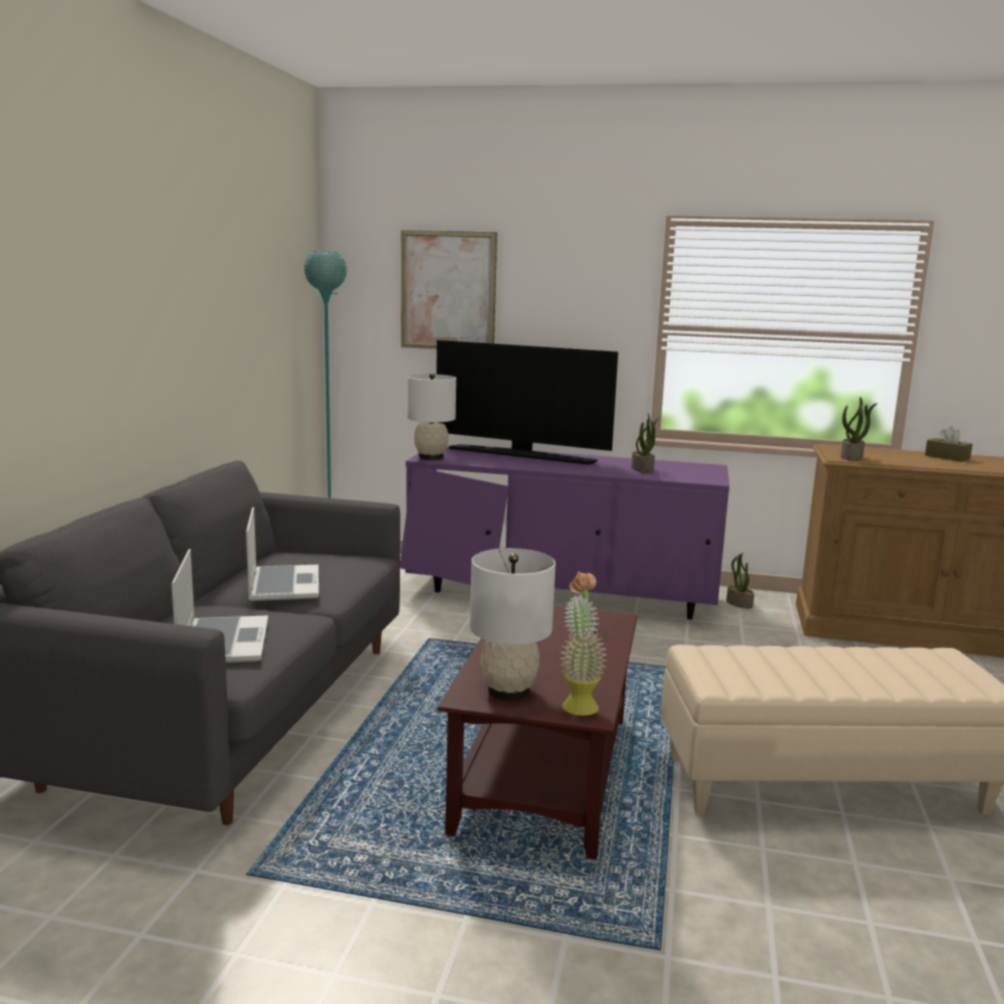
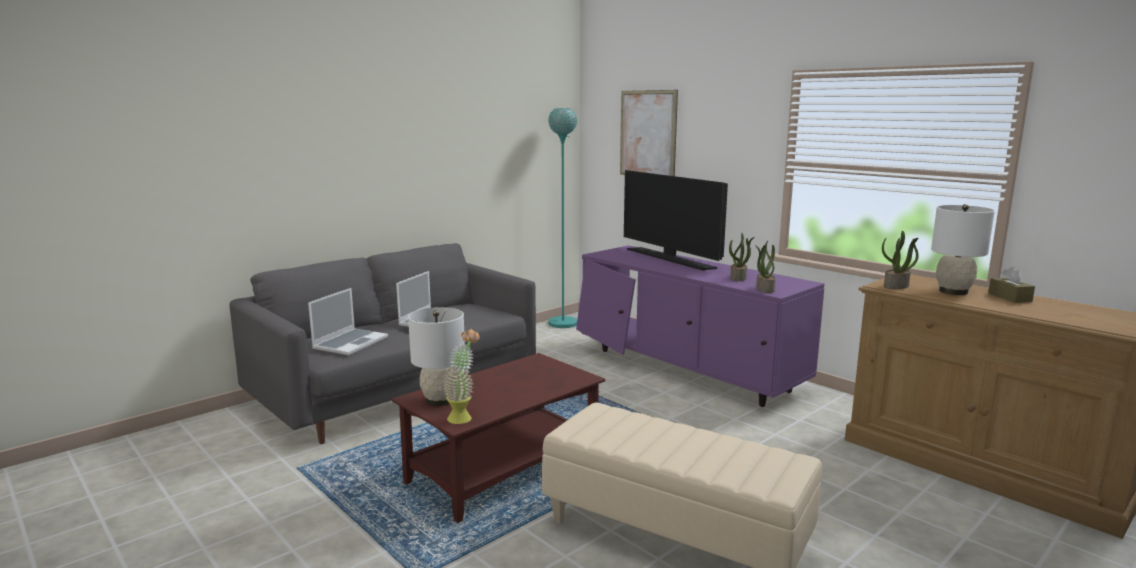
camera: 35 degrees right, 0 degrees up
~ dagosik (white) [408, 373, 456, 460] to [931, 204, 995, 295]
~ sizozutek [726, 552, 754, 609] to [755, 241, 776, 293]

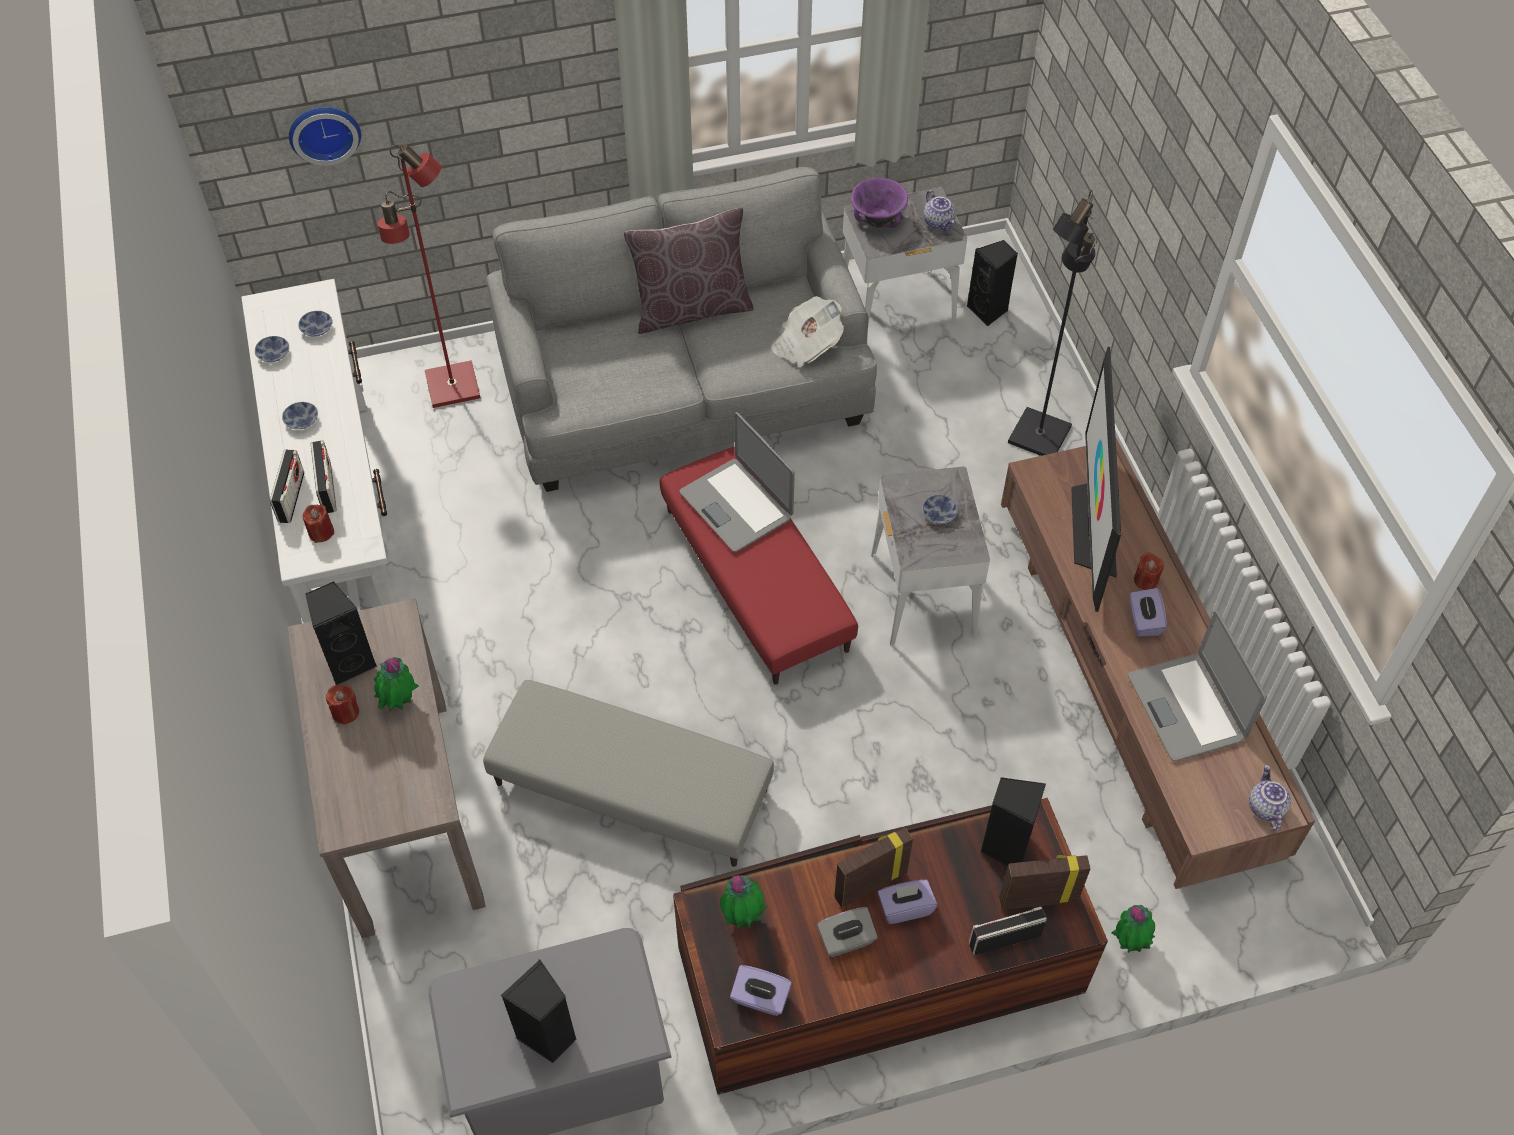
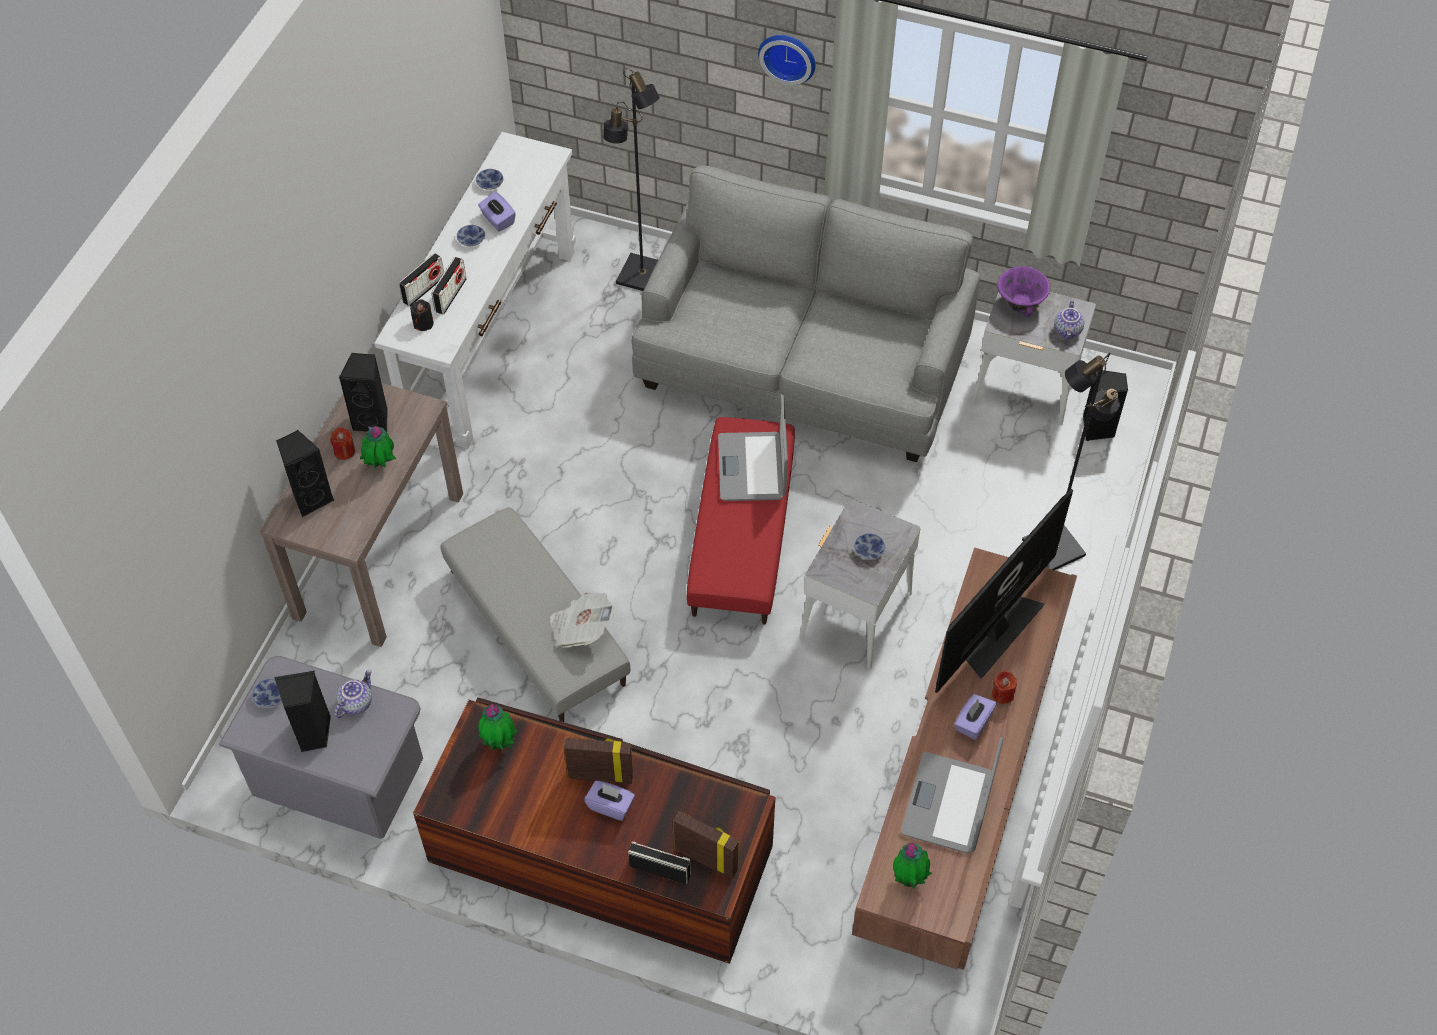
camera: 35 degrees right, 0 degrees up
~ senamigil [289, 107, 361, 166] to [758, 35, 815, 85]
~ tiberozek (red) [377, 144, 480, 408] to tiberozek (black) [603, 68, 660, 291]
- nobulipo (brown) [624, 208, 754, 334]
~ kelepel [771, 296, 844, 367] to [550, 592, 614, 647]
~ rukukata [298, 311, 333, 336] to [252, 678, 282, 708]
~ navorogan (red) [302, 505, 334, 543] to navorogan (black) [410, 299, 434, 331]
~ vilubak [1249, 765, 1291, 830] to [334, 670, 372, 718]
~ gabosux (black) [981, 777, 1046, 867] to [276, 430, 334, 517]
~ sizozutek [1112, 905, 1155, 953] to [893, 843, 932, 889]
- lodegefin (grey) [817, 907, 878, 957]
~ lodegefin (purple) [730, 965, 792, 1016] to [478, 192, 516, 232]

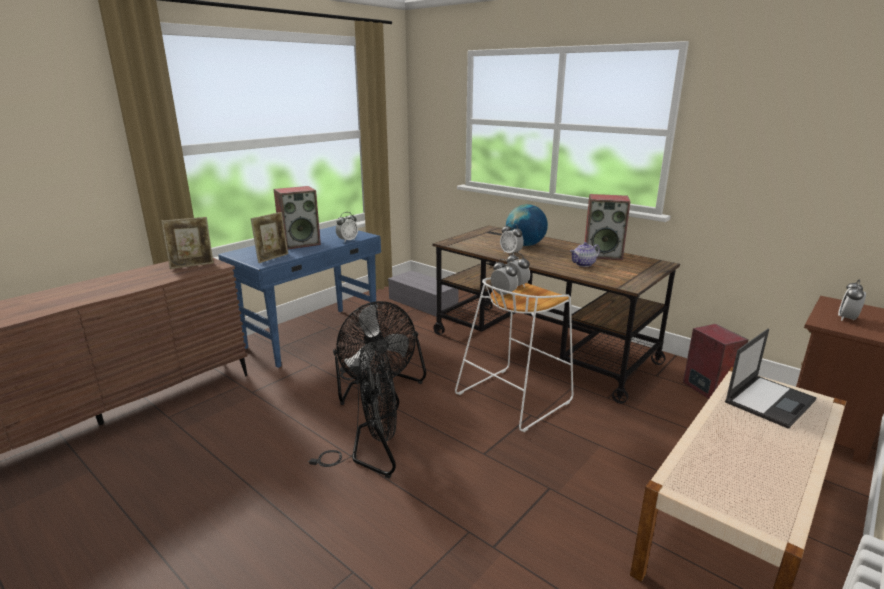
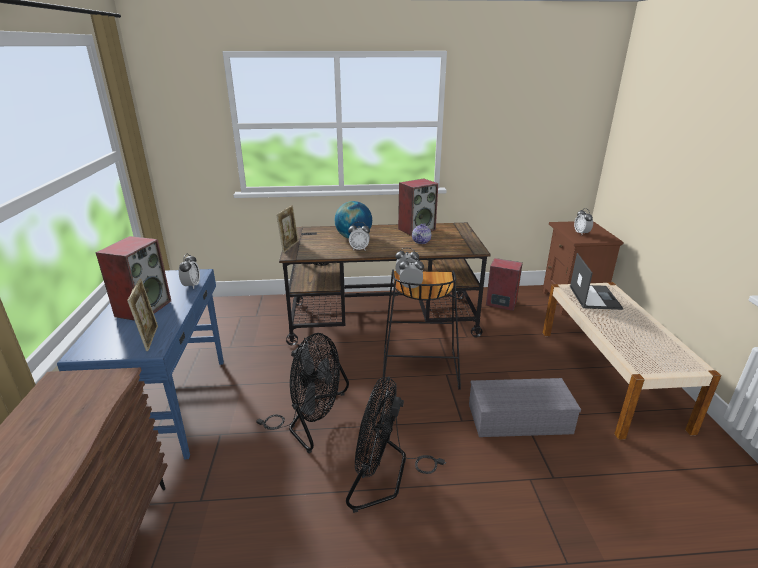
camera: 45 degrees left, 5 degrees up
~ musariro [162, 217, 214, 269] to [276, 205, 298, 253]
~ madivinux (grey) [388, 271, 459, 316] to [469, 378, 581, 437]
~ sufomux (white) [455, 277, 573, 432] to sufomux (black) [382, 269, 461, 390]
~ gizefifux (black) [309, 342, 399, 479] = [346, 376, 446, 513] 120 degrees counterclockwise

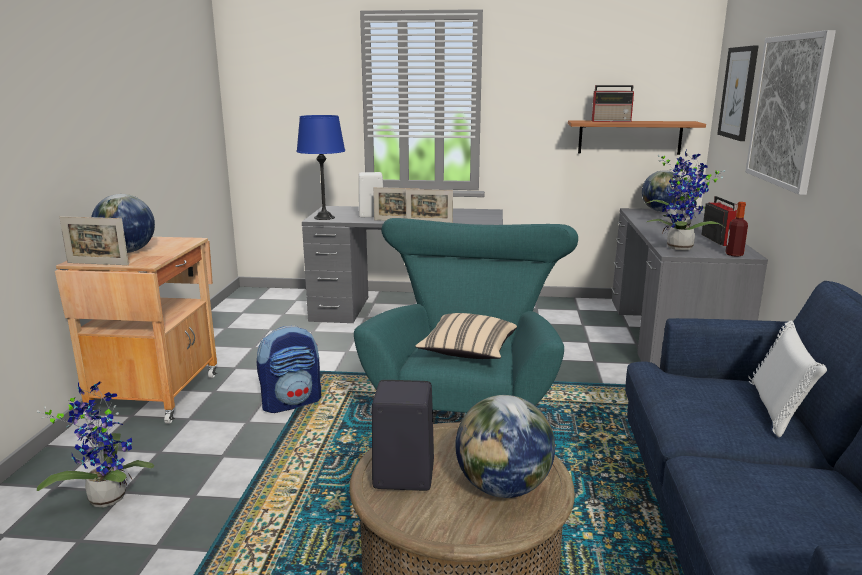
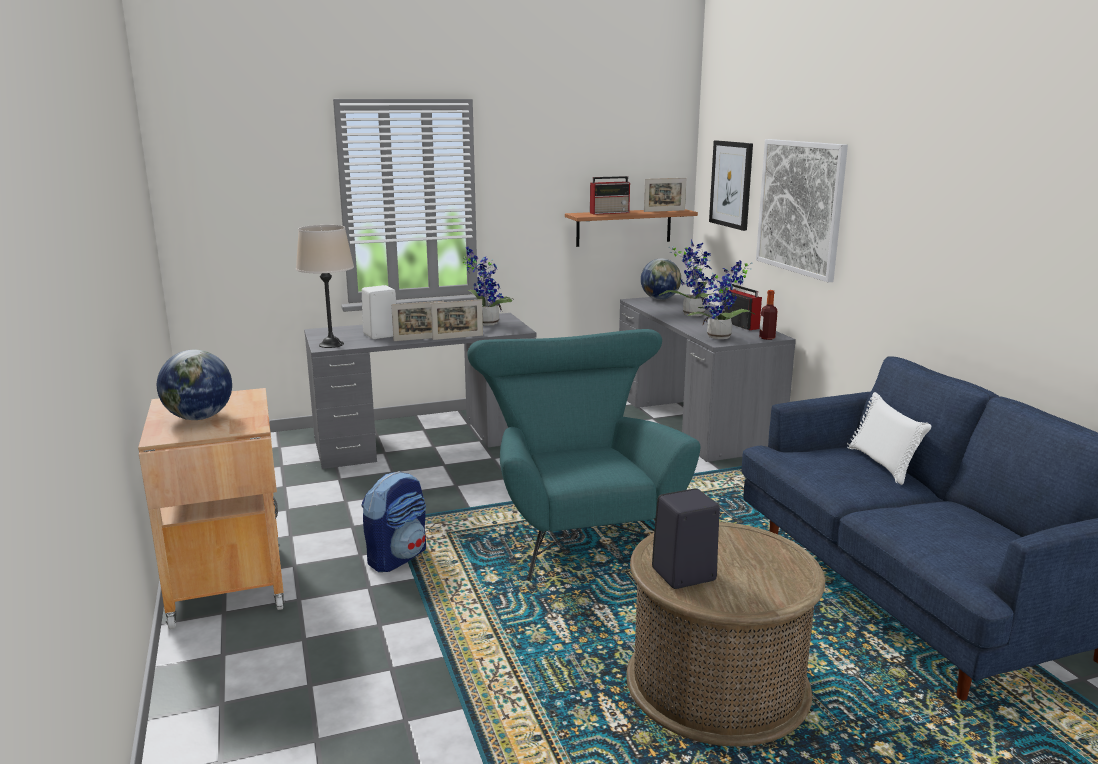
camera: 25 degrees left, 0 degrees up
~ dagosik (blue) [296, 115, 345, 220] to dagosik (beige) [296, 225, 354, 348]
~ musariro [59, 216, 129, 265] to [644, 178, 686, 212]
- nobulipo (beige) [415, 313, 517, 359]
~ sizozutek [37, 381, 154, 507] to [463, 247, 515, 326]
- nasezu [455, 395, 555, 498]

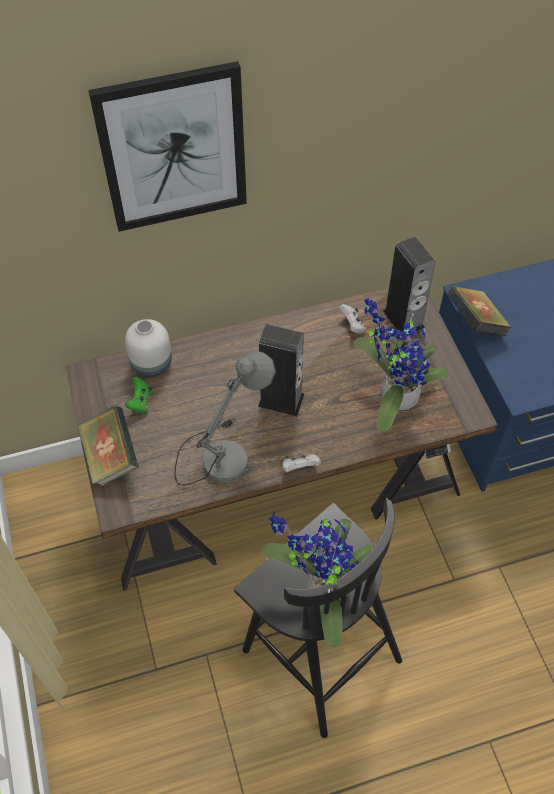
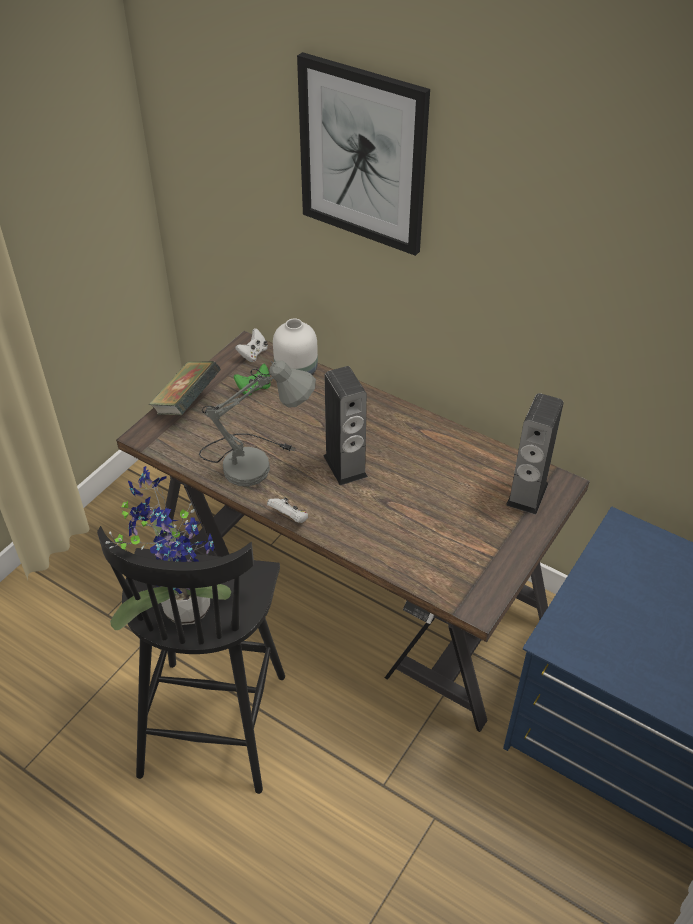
camera: 50 degrees right, 10 degrees down
- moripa [447, 286, 512, 336]
- sizozutek [353, 298, 448, 432]
~ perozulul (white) [339, 304, 366, 333] to [235, 328, 268, 362]

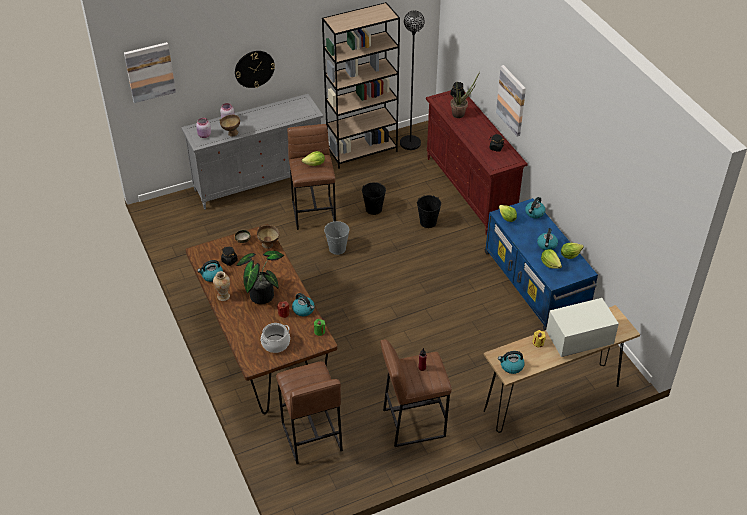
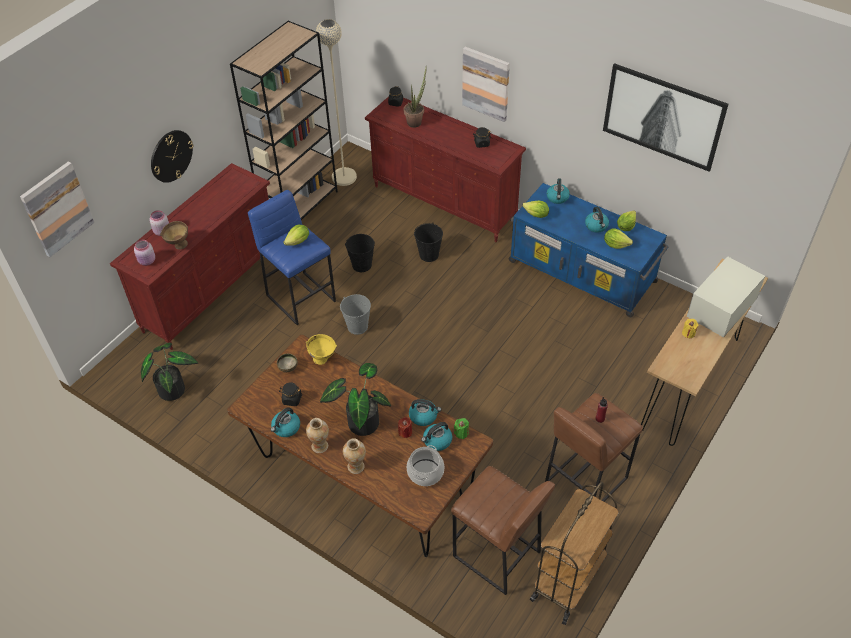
camera: 30 degrees left, 5 degrees up
~ tiberozek (black) [400, 11, 425, 150] to tiberozek (beige) [316, 19, 357, 186]
~ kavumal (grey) [181, 94, 323, 210] to kavumal (red) [110, 163, 270, 350]
~ sufomux (brown) [287, 124, 336, 230] to sufomux (blue) [248, 190, 336, 325]
~ rukukata (brown) [257, 225, 280, 249] to rukukata (yellow) [306, 334, 337, 365]
~ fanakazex [498, 351, 525, 374] to [421, 422, 452, 451]
+ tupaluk [603, 63, 728, 172]
+ sizozutek [141, 343, 198, 401]
+ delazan [343, 438, 366, 474]
+ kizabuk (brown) [530, 482, 619, 625]

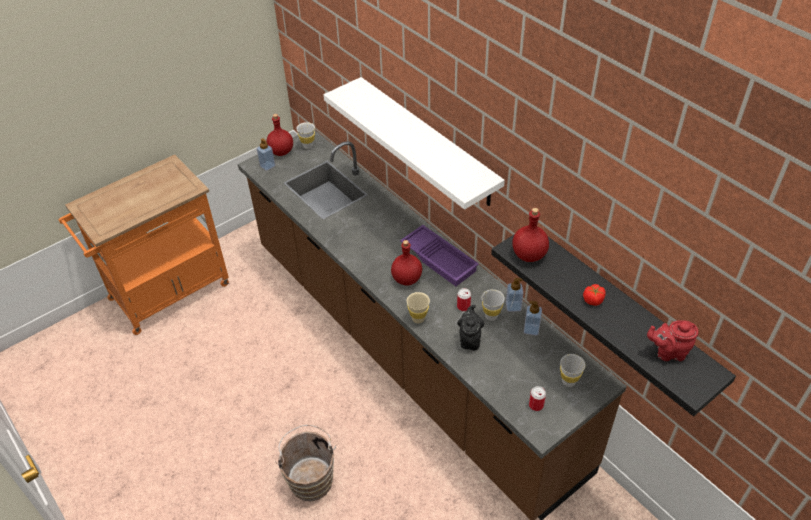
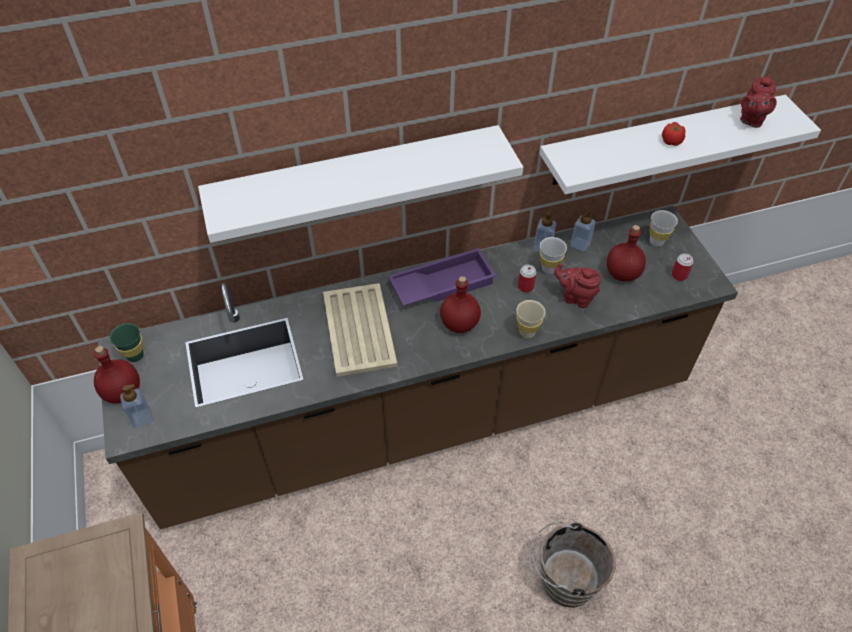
camera: 70 degrees left, 5 degrees up
~ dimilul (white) [296, 122, 315, 149] to dimilul (green) [109, 323, 143, 362]
~ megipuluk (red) [512, 208, 549, 262] to [607, 225, 646, 282]
~ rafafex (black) [491, 234, 736, 416] to rafafex (white) [540, 95, 821, 194]
~ vilubak (black) [457, 304, 484, 350] to vilubak (red) [554, 263, 601, 308]
+ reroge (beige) [323, 283, 397, 377]

